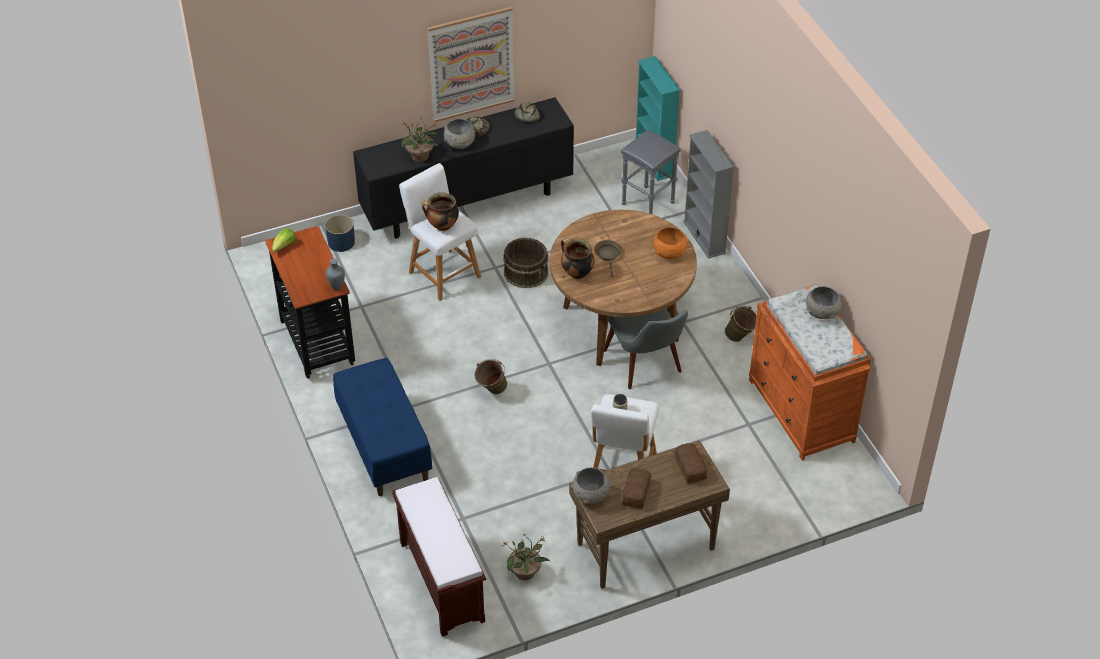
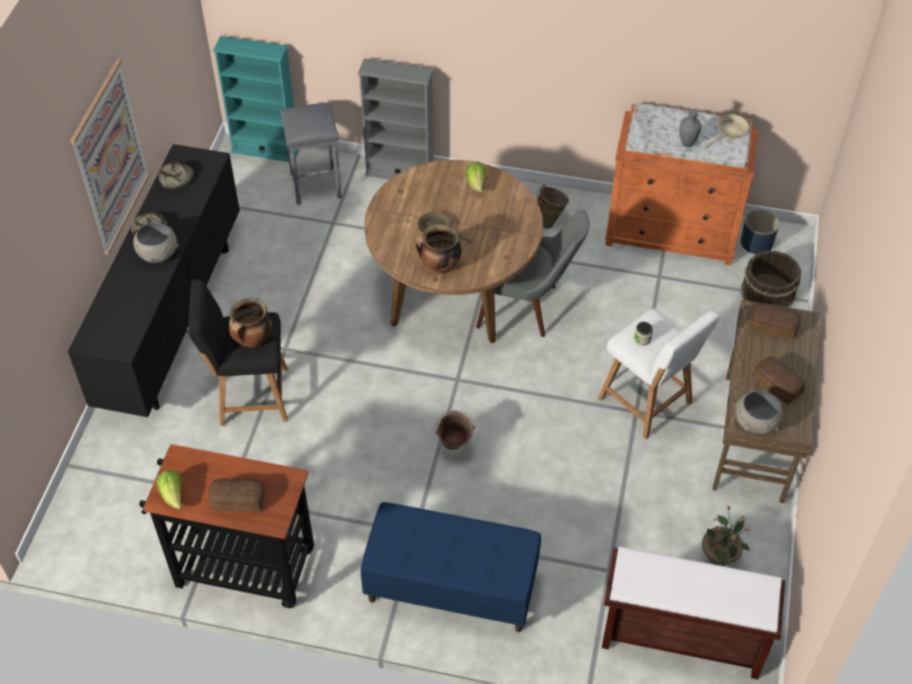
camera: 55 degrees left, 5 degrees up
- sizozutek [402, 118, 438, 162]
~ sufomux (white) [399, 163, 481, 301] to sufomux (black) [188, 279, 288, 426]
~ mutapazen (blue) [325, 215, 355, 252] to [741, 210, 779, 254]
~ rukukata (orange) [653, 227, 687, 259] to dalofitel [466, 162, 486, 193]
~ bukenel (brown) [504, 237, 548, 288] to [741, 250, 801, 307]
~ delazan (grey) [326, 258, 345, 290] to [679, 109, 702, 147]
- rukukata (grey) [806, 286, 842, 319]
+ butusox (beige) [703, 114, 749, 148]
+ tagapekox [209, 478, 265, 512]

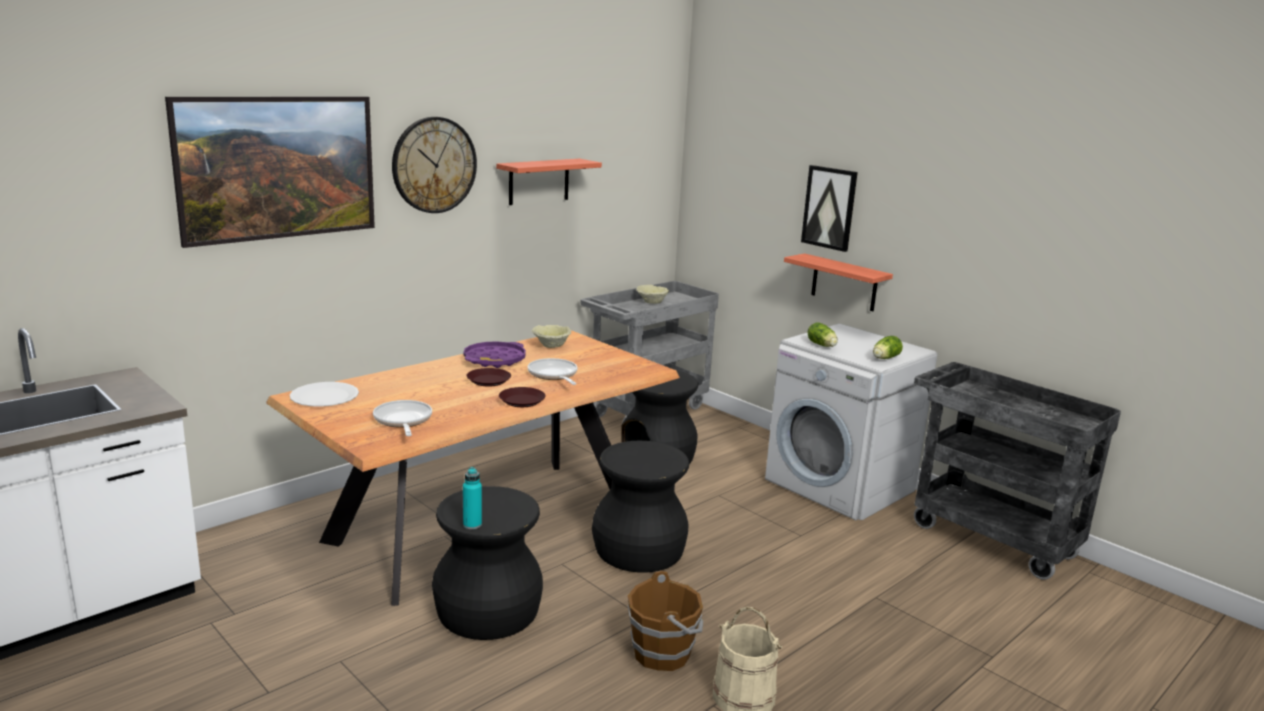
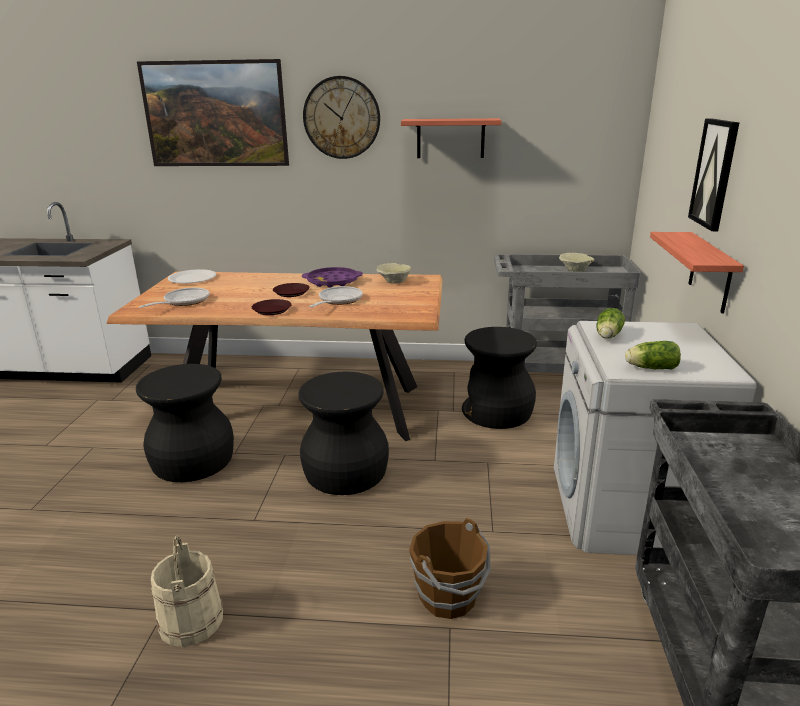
camera: 50 degrees right, 5 degrees up
- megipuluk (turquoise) [463, 467, 482, 529]
~ bukenel (brown) [628, 571, 703, 671] to [409, 518, 491, 619]

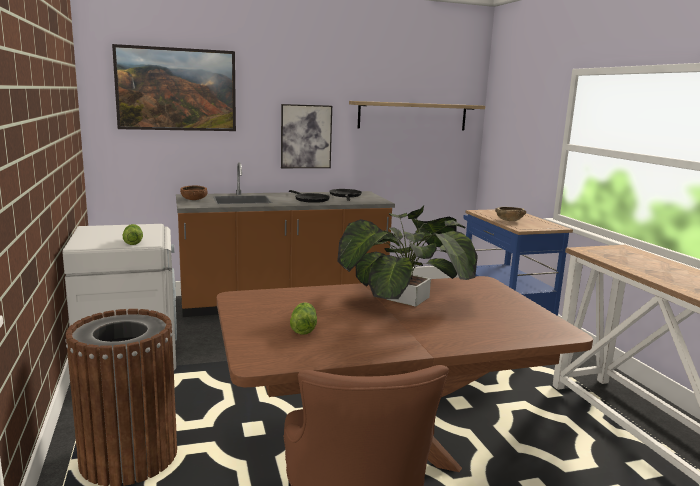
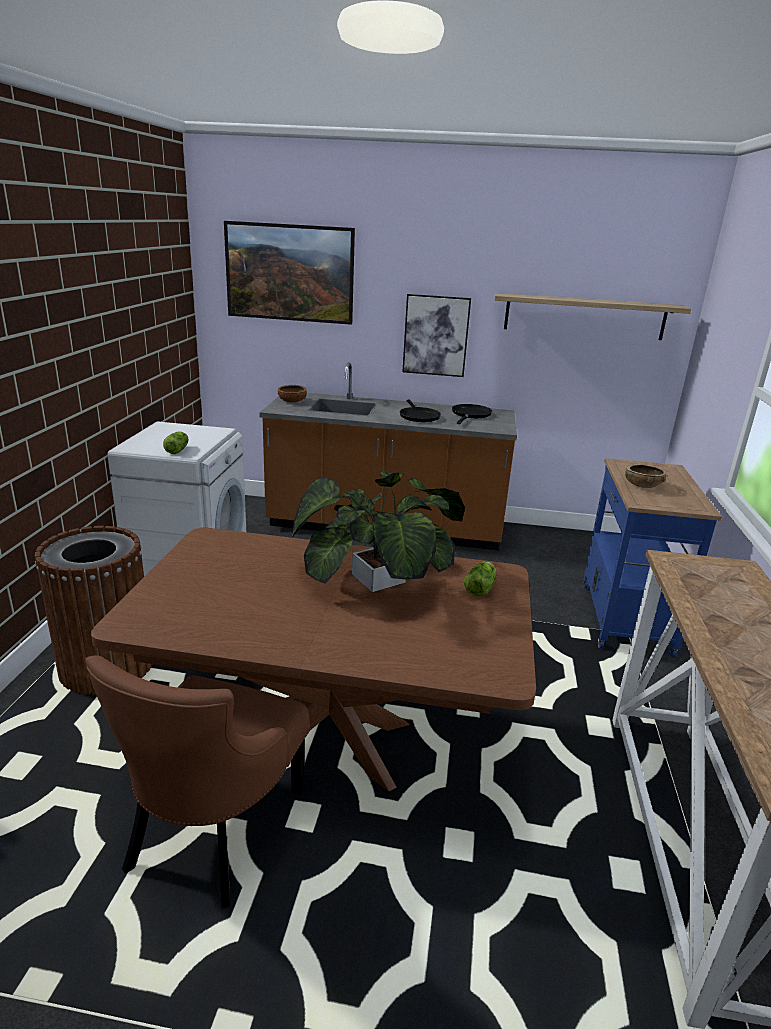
camera: 25 degrees right, 10 degrees up
~ dalofitel [290, 302, 317, 334] to [464, 562, 496, 597]

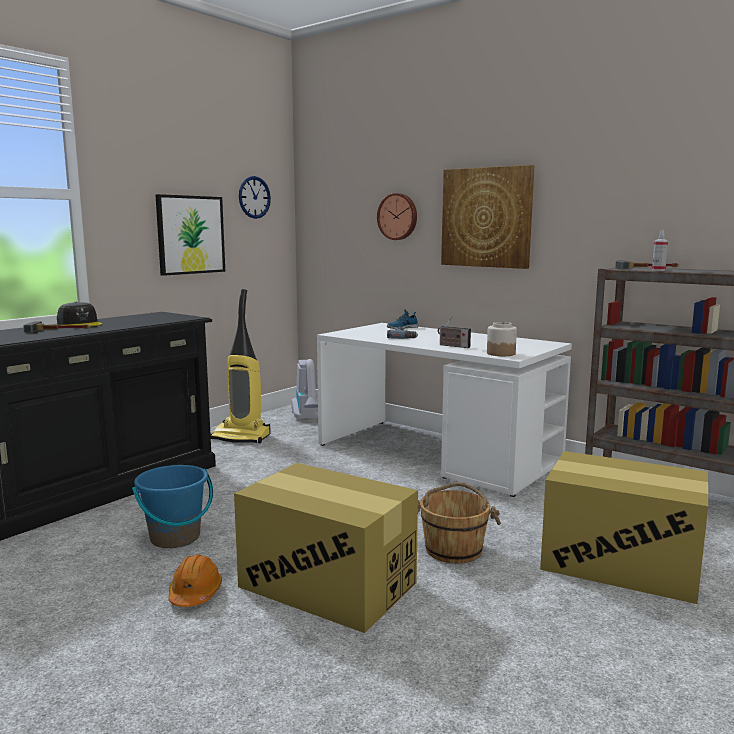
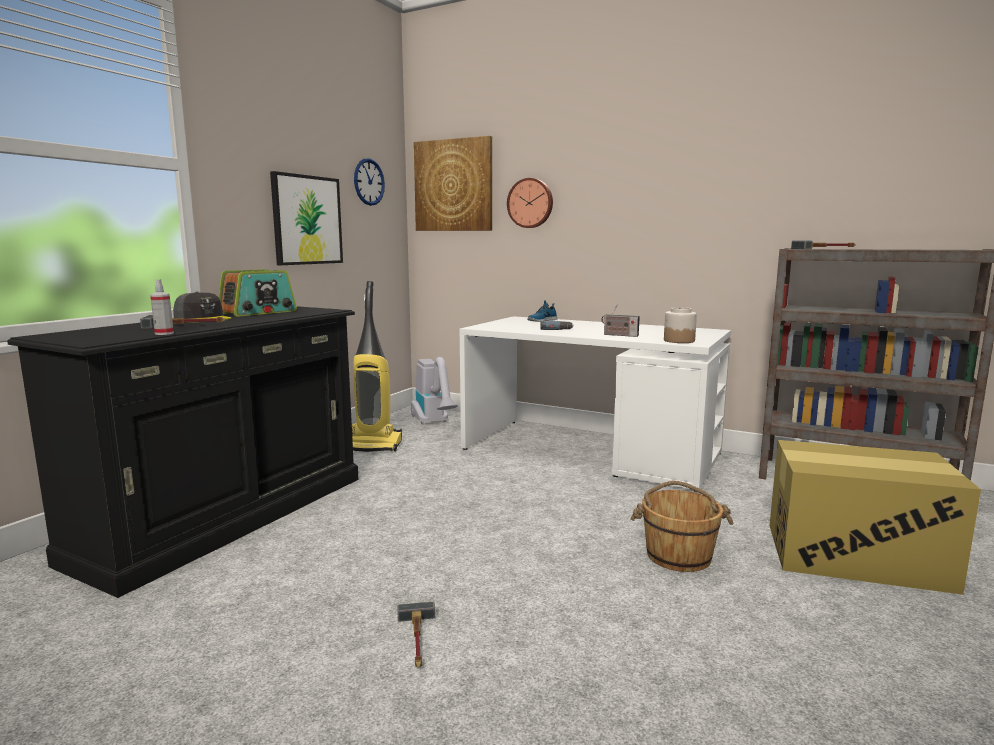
camera: 10 degrees left, 0 degrees up
~ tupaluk [441, 165, 535, 269] to [414, 136, 492, 231]
~ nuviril [652, 229, 668, 271] to [150, 279, 174, 335]
- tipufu [234, 463, 418, 633]
- bukenel (blue) [132, 465, 213, 548]
~ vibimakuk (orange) [168, 554, 222, 607] to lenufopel [397, 602, 435, 667]
+ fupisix [218, 269, 297, 317]

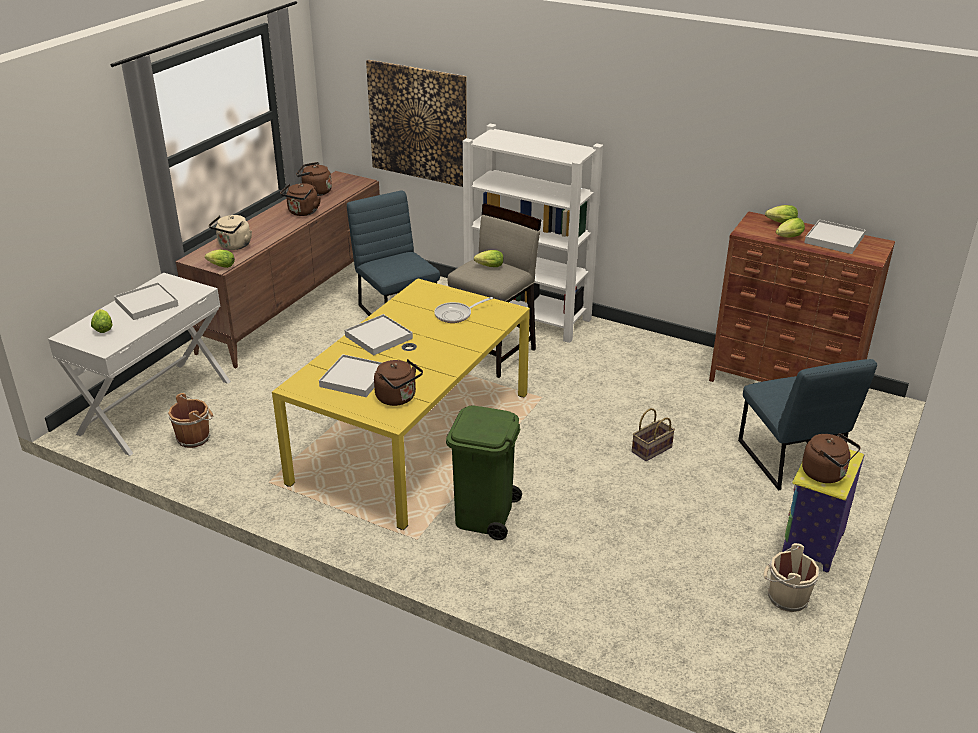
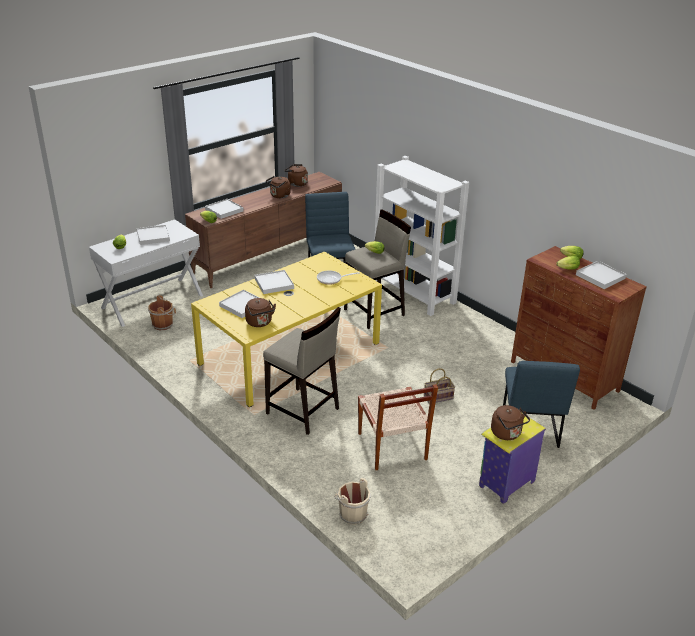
camera: 20 degrees right, 0 degrees up
- tupaluk [366, 60, 467, 187]
~ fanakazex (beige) [209, 215, 252, 250] to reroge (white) [205, 199, 244, 219]
~ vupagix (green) [446, 406, 522, 540] to sufomux (beige) [263, 307, 341, 435]
~ bukenel (beige) [764, 543, 819, 612] to [335, 478, 371, 525]
+ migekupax [358, 384, 438, 470]

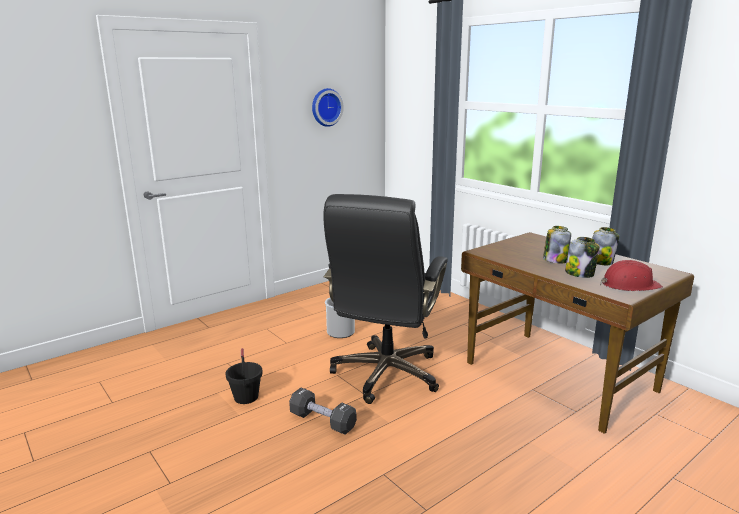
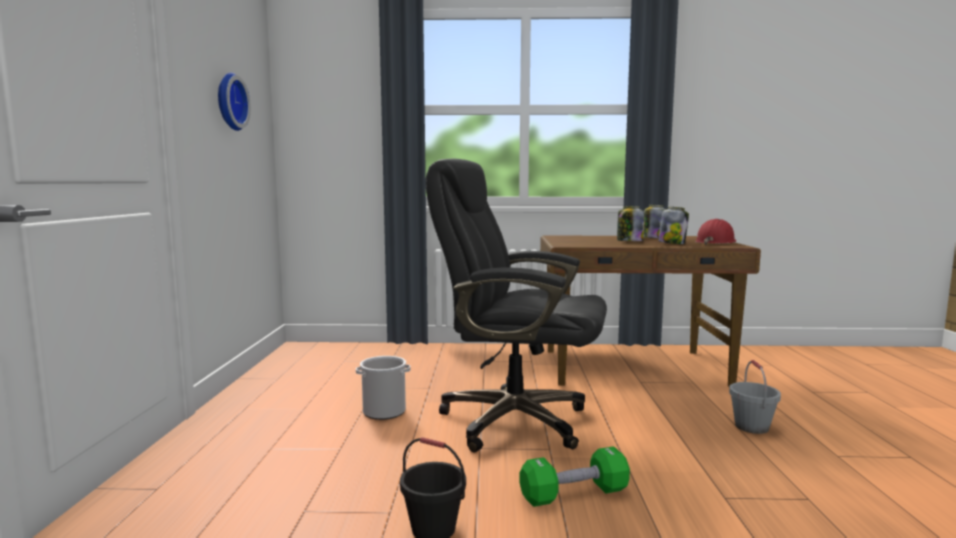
camera: 50 degrees left, 10 degrees down
~ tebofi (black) [323, 194, 448, 404] = [426, 159, 607, 453] 135 degrees clockwise
~ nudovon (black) [289, 388, 357, 435] to nudovon (green) [519, 446, 630, 507]
+ bukenel (grey) [729, 360, 781, 434]

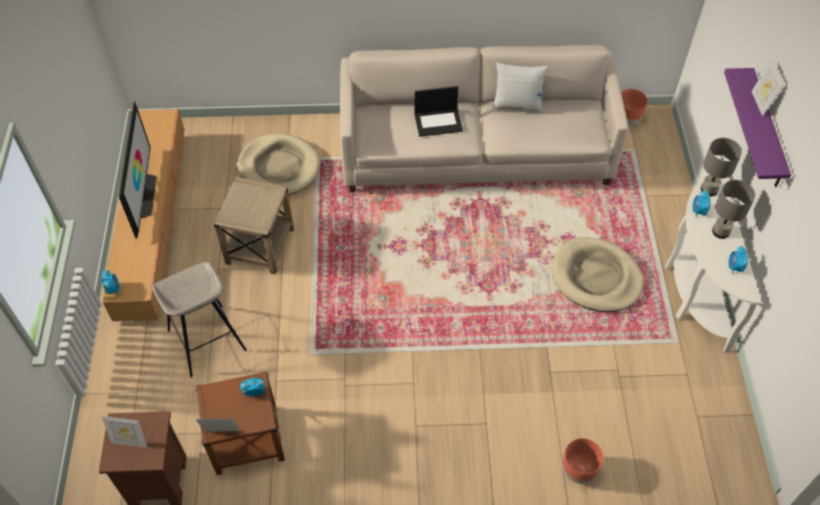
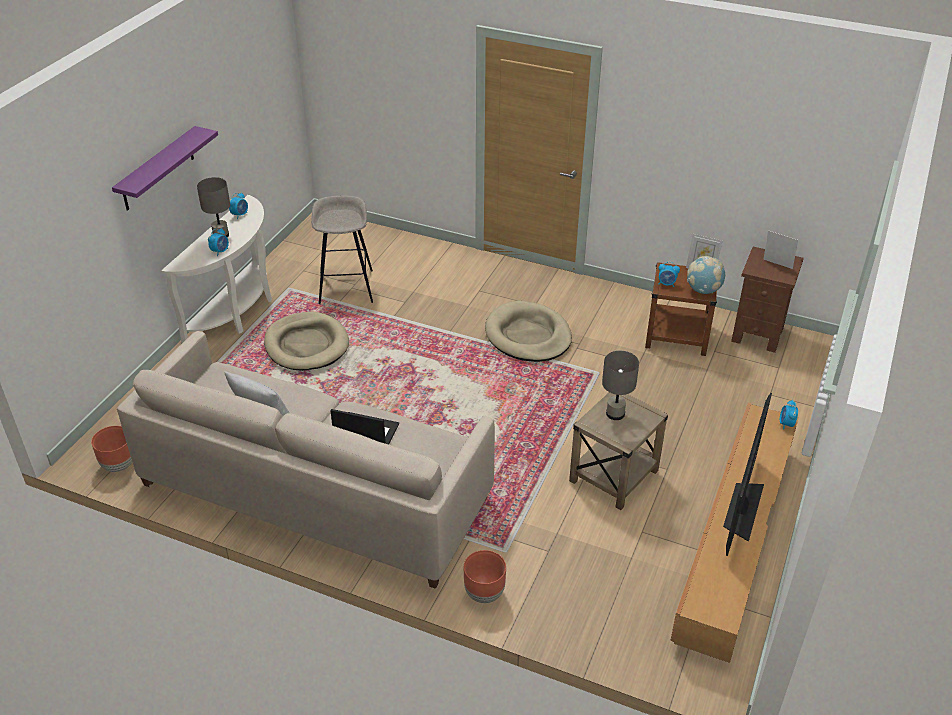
camera: 155 degrees left, 15 degrees down
- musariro [751, 59, 784, 116]
~ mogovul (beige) [237, 134, 321, 195] to [485, 301, 572, 362]
~ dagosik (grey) [701, 138, 742, 196] to [602, 351, 639, 420]
~ sufomux (grey) [152, 262, 247, 377] to [311, 196, 373, 304]
~ mutapazen (brown) [562, 438, 603, 484] to [464, 550, 506, 603]
+ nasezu [687, 256, 725, 294]

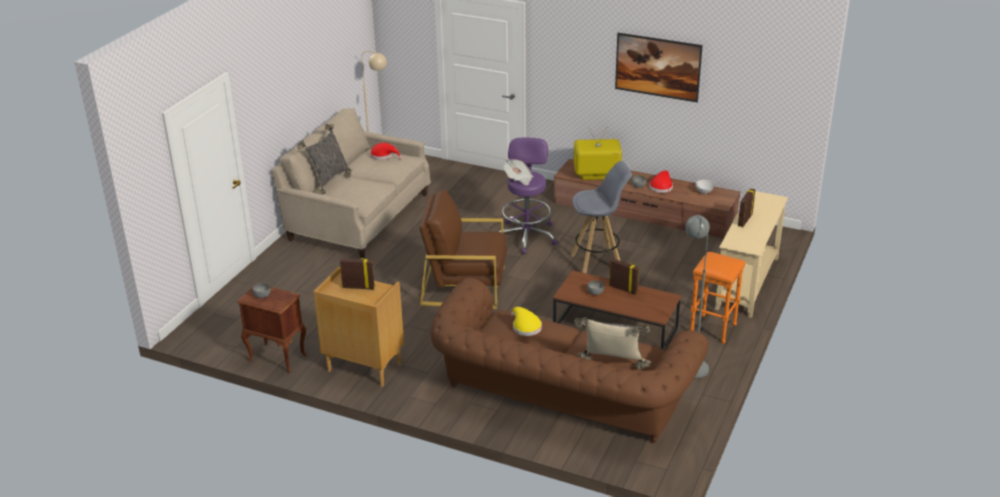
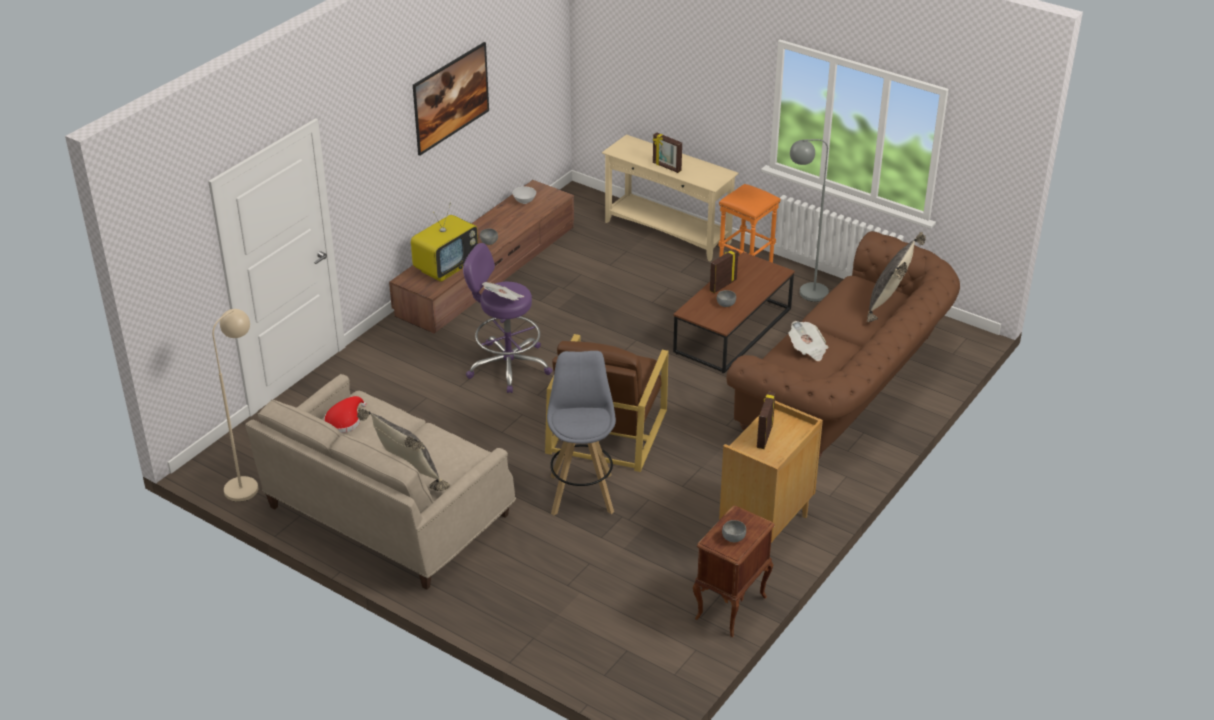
camera: 80 degrees left, 5 degrees up
~ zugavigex [574, 127, 622, 180] = [411, 203, 478, 282] 150 degrees counterclockwise
~ sufomux (grey) [571, 161, 632, 273] to [547, 351, 616, 516]
- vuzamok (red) [649, 170, 673, 193]
~ vuzamok (yellow) [511, 307, 542, 336] to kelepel [789, 321, 828, 361]

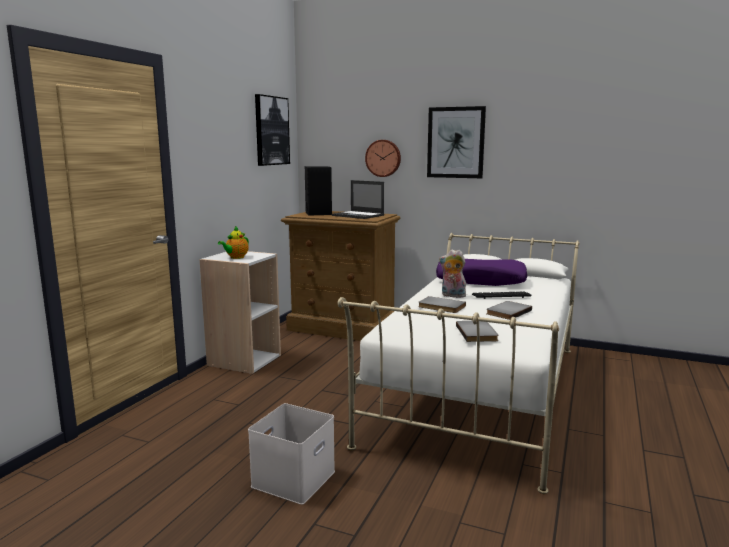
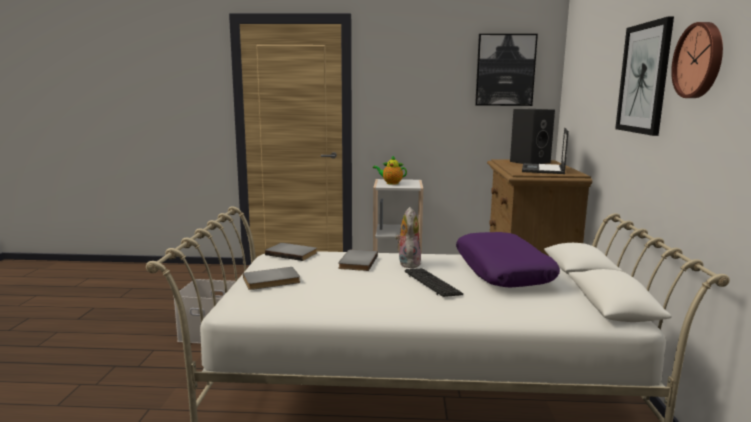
camera: 70 degrees right, 0 degrees up
~ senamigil [365, 140, 401, 177] to [671, 22, 723, 98]
~ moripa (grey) [486, 301, 532, 320] to [265, 243, 317, 261]

